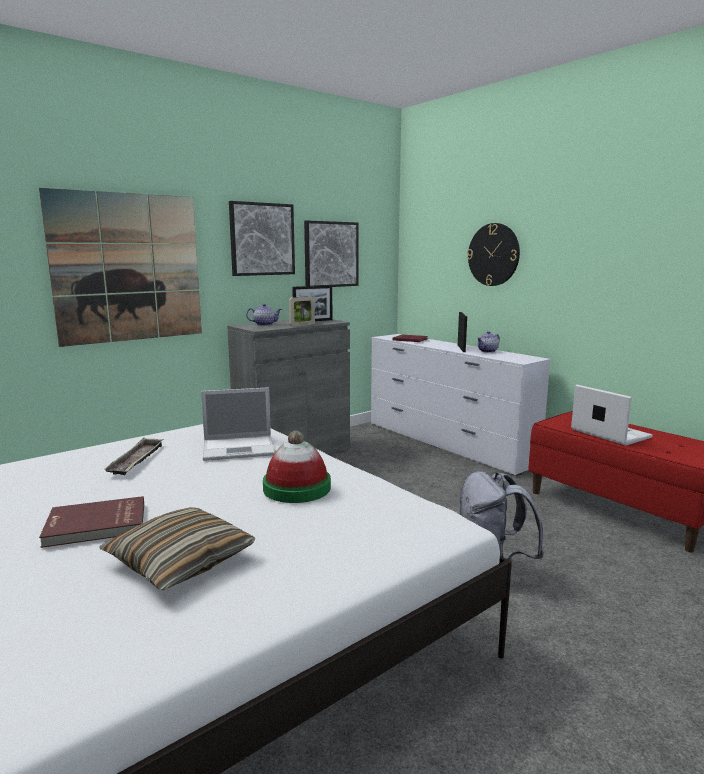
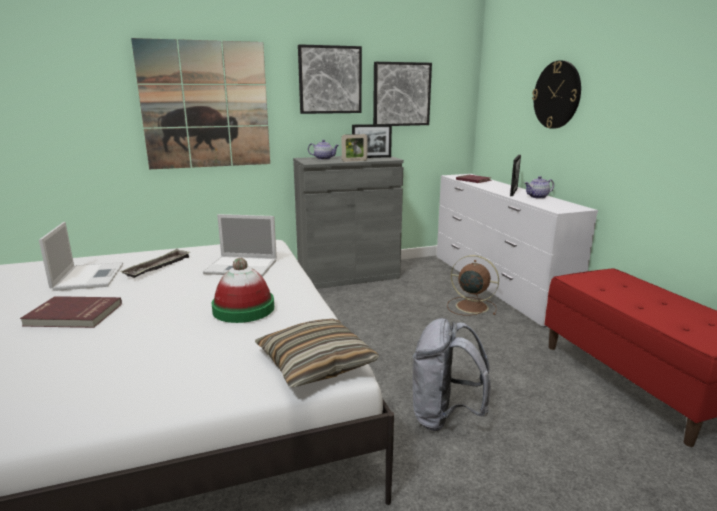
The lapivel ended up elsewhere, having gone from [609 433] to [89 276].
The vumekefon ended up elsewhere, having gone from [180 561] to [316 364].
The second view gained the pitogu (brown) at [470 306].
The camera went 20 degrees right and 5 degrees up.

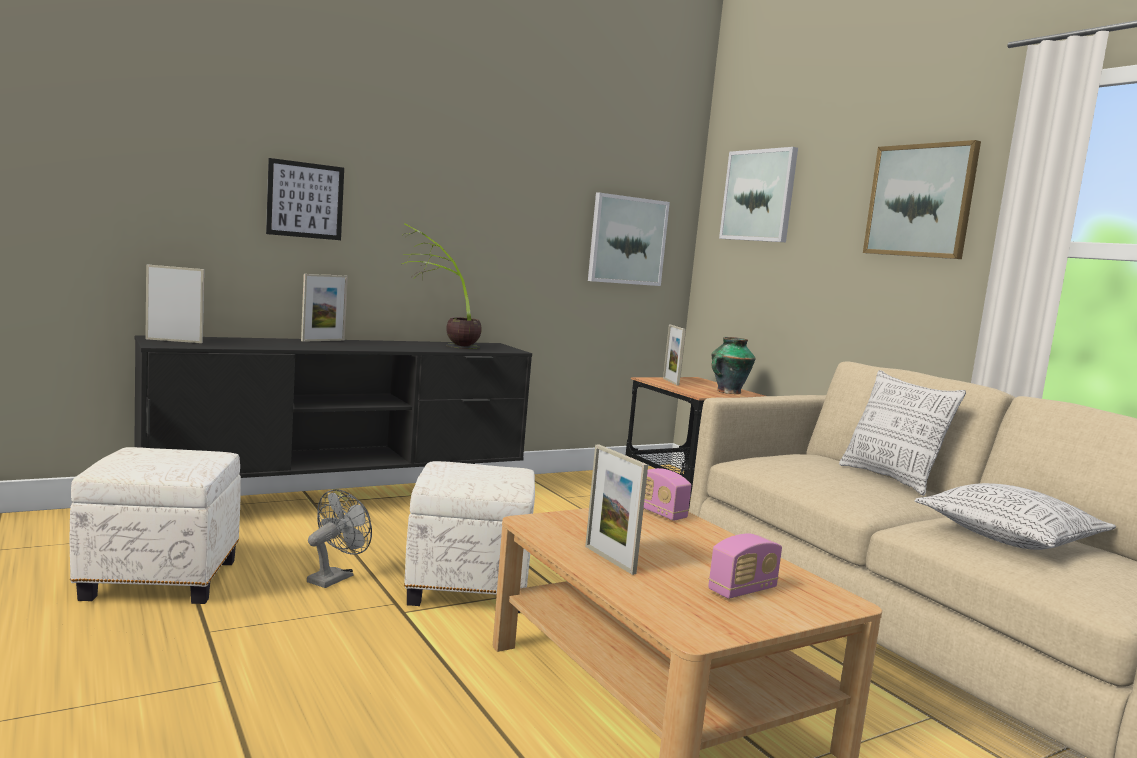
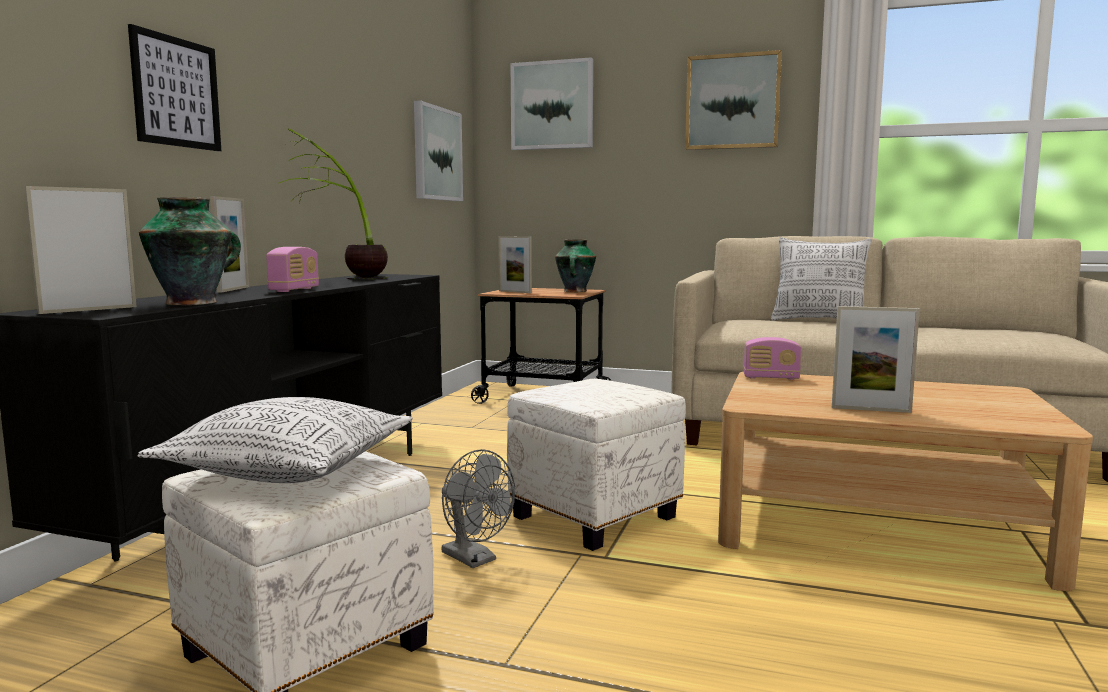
The vumekefon ended up elsewhere, having gone from [1010 537] to [290 469].
The second view gained the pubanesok at [194 303].
The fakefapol ended up elsewhere, having gone from [742 590] to [294 290].
The pitogu (grey) at [335 577] ended up facing another way, 150 degrees clockwise from before.
The camera went 40 degrees left and 0 degrees up.

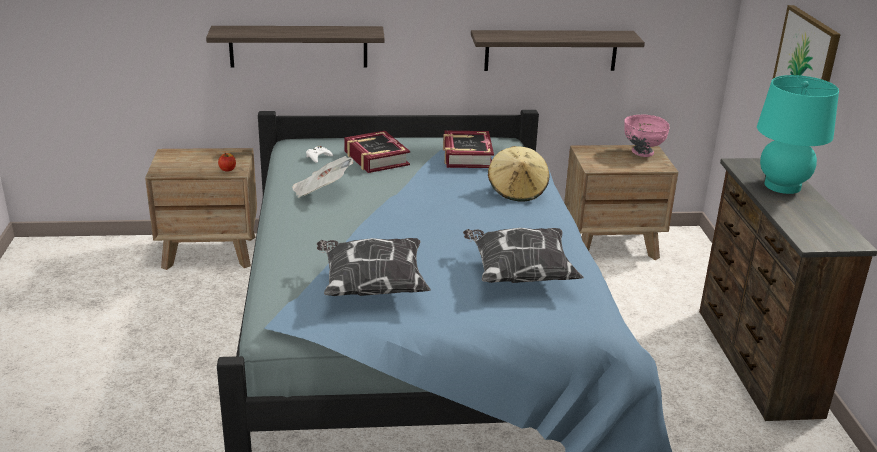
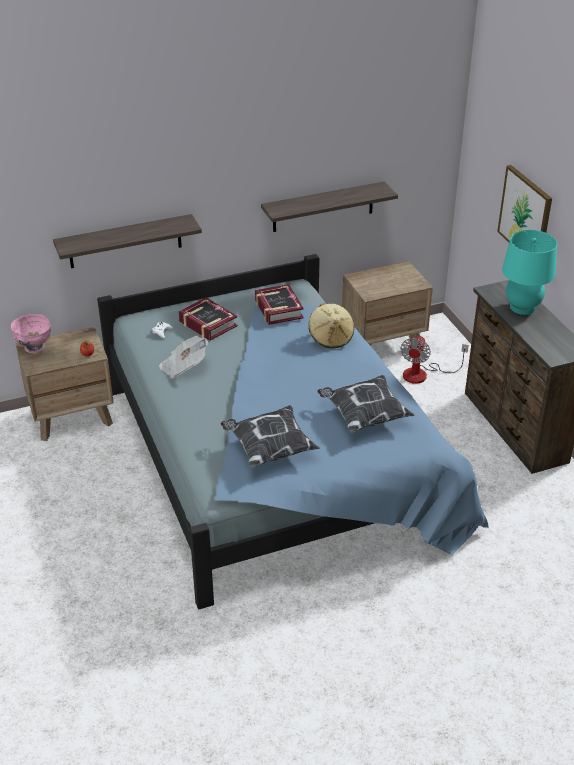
The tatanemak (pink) ended up elsewhere, having gone from [642 153] to [34 348].
The second view gained the pitogu at [423 374].
The camera went 15 degrees left and 10 degrees up.

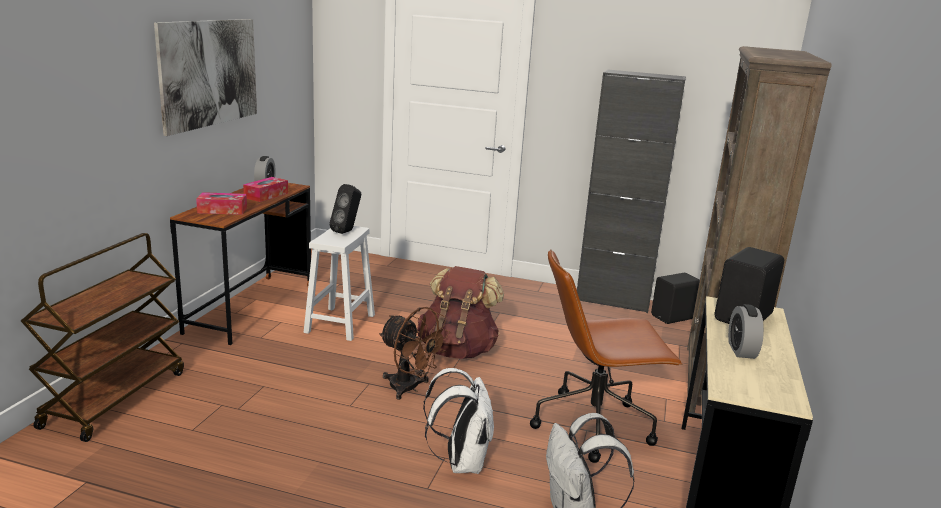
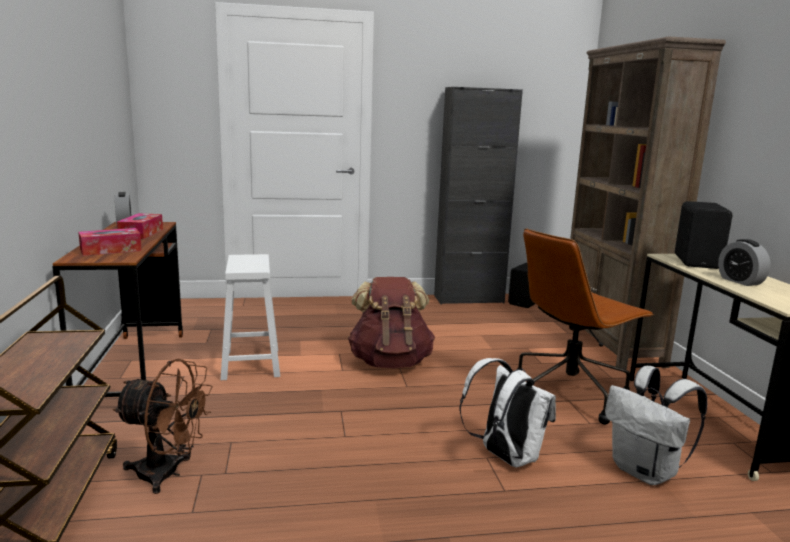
The pitogu (brown) ended up elsewhere, having gone from [410 388] to [168 474].
The second view lost the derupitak at [209 73].
The second view lost the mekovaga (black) at [347 231].
The camera went 25 degrees left and 5 degrees down.

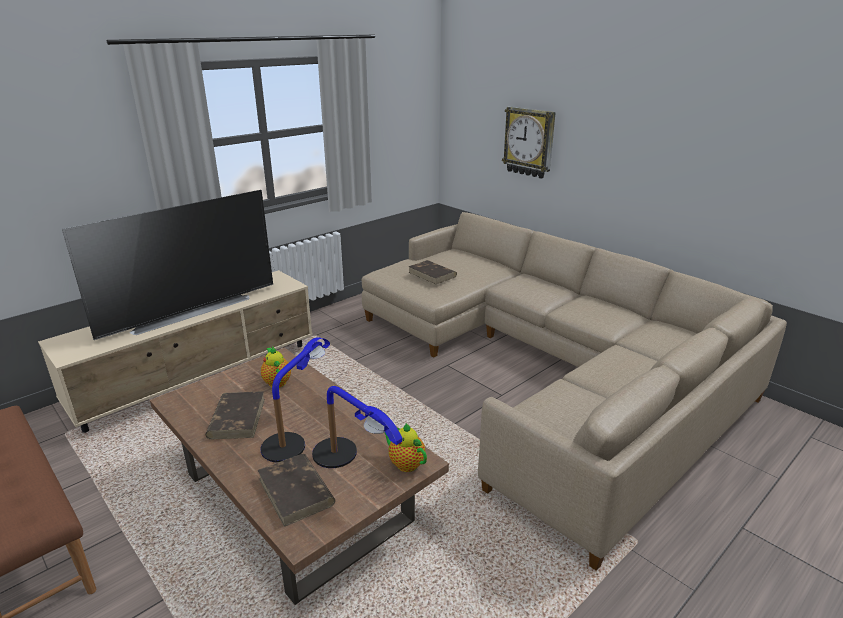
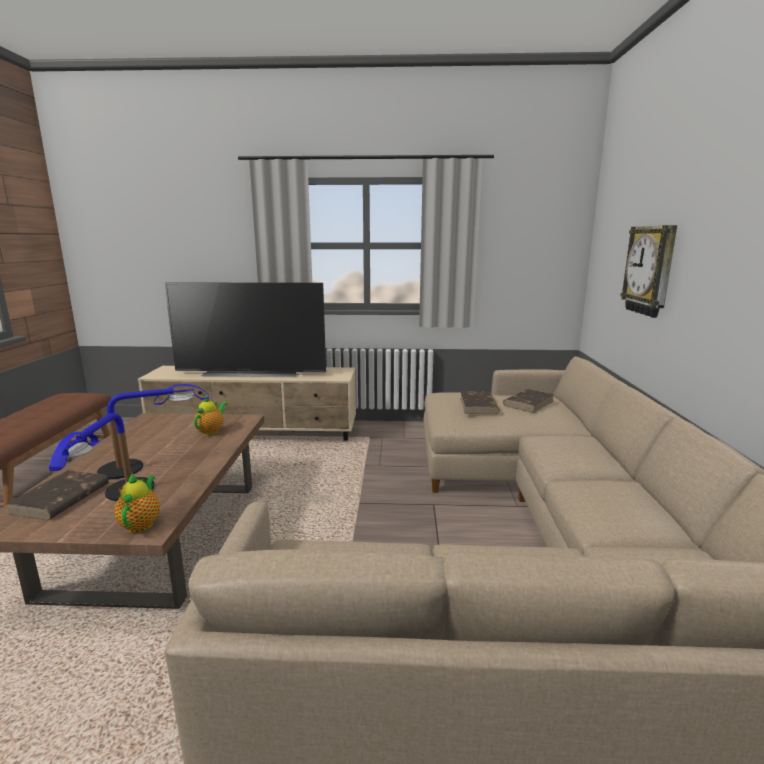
The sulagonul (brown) ended up elsewhere, having gone from [237 418] to [528 403].
The camera went 45 degrees right and 10 degrees down.

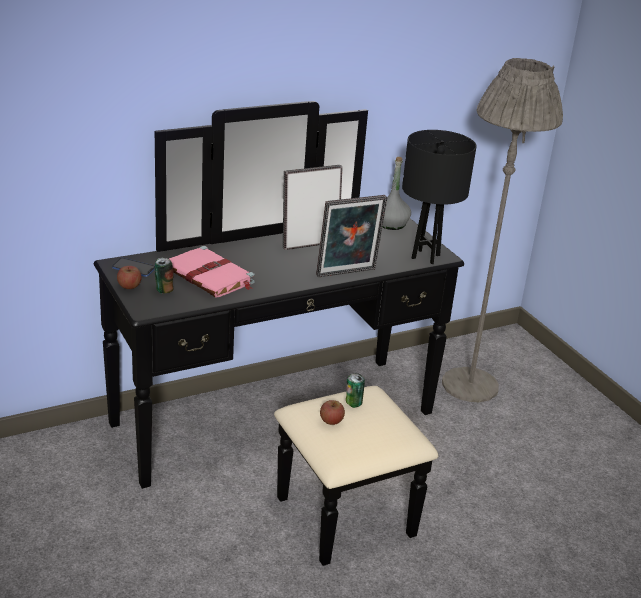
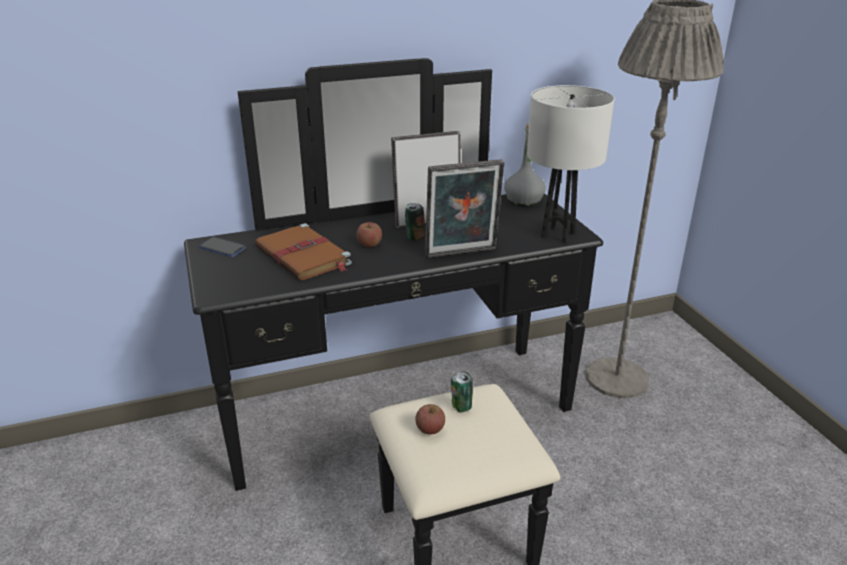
What was the sulagonul (pink) at [210 276] turned into the sulagonul (brown) at [304 256].
The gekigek ended up elsewhere, having gone from [129 286] to [369 244].
The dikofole ended up elsewhere, having gone from [163 289] to [414 237].
What was the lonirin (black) at [426 257] turned into the lonirin (white) at [558 235].
The camera went 10 degrees right and 0 degrees up.

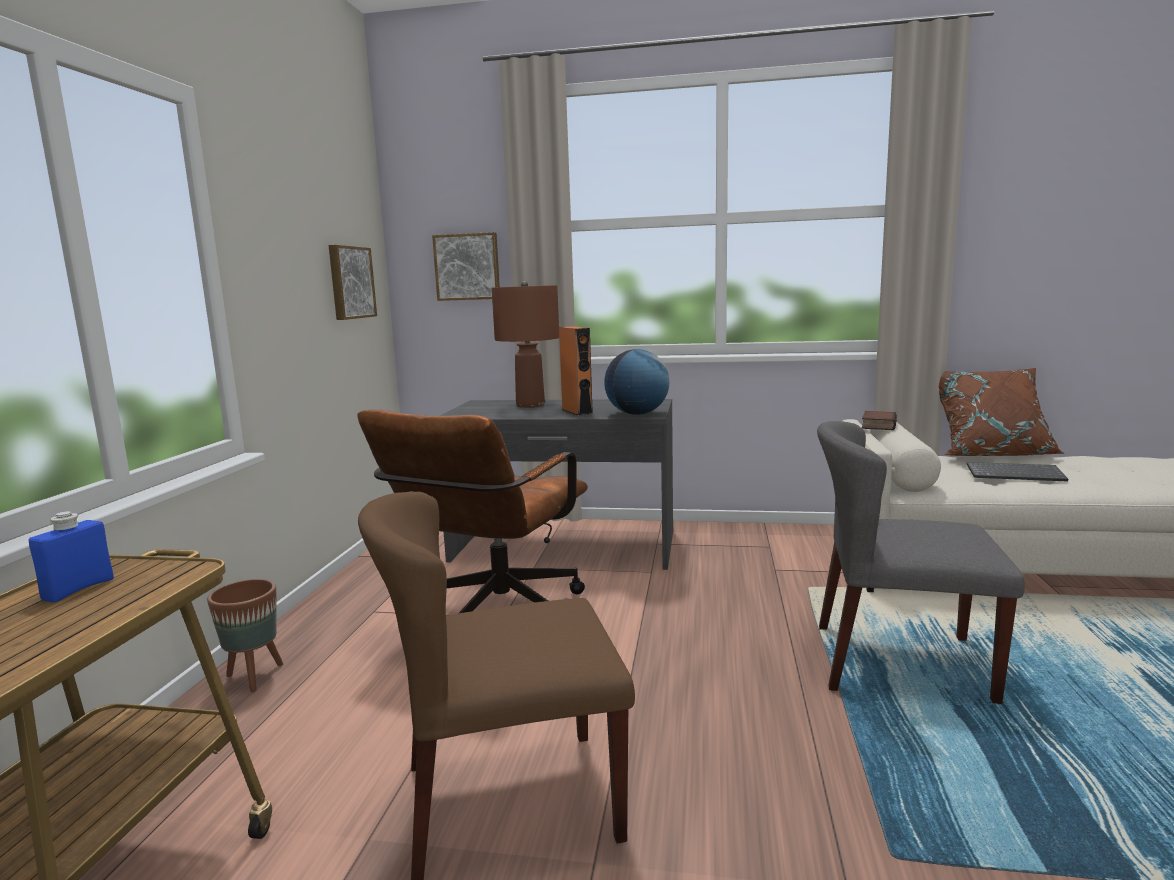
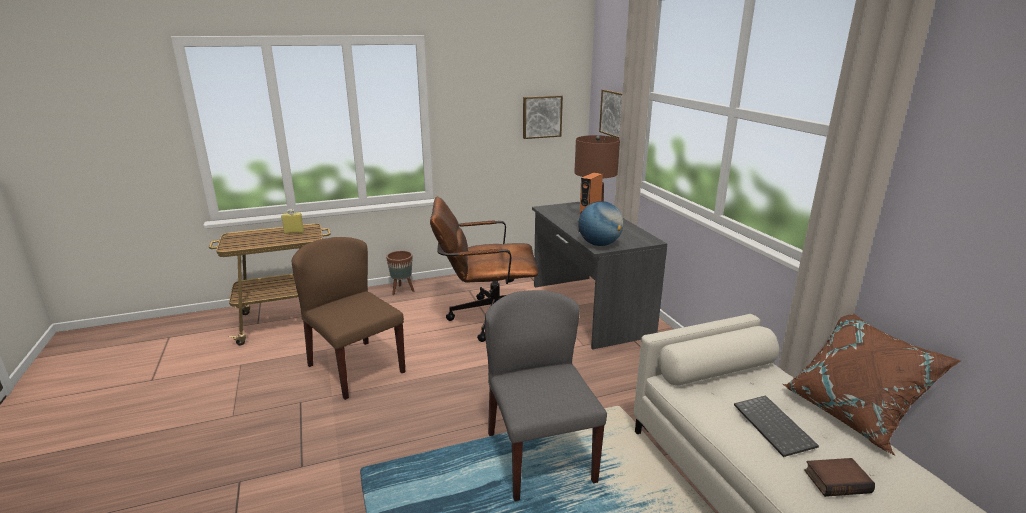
What was the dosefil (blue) at [78 589] turned into the dosefil (yellow) at [294 232].
The sulagonul ended up elsewhere, having gone from [877 425] to [837 480].
The camera went 60 degrees right and 10 degrees up.

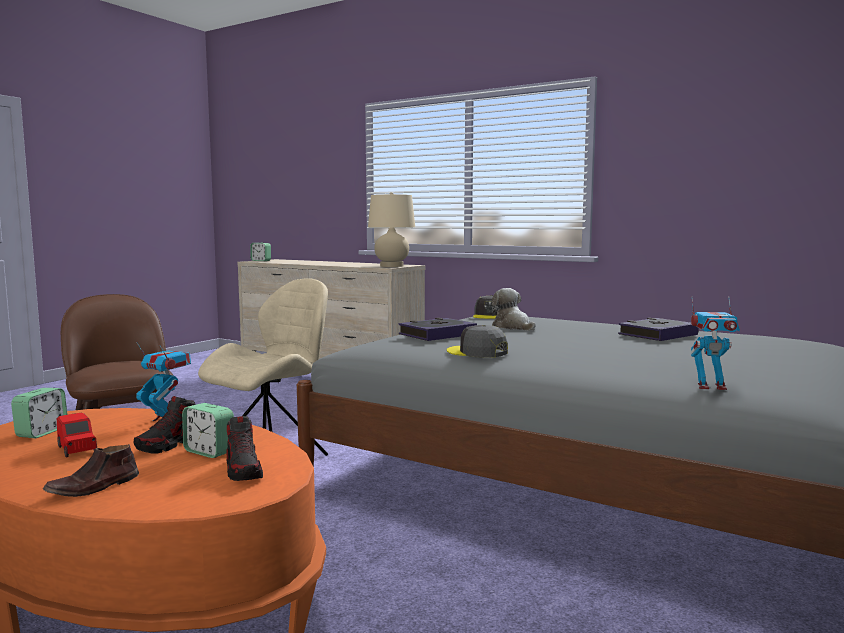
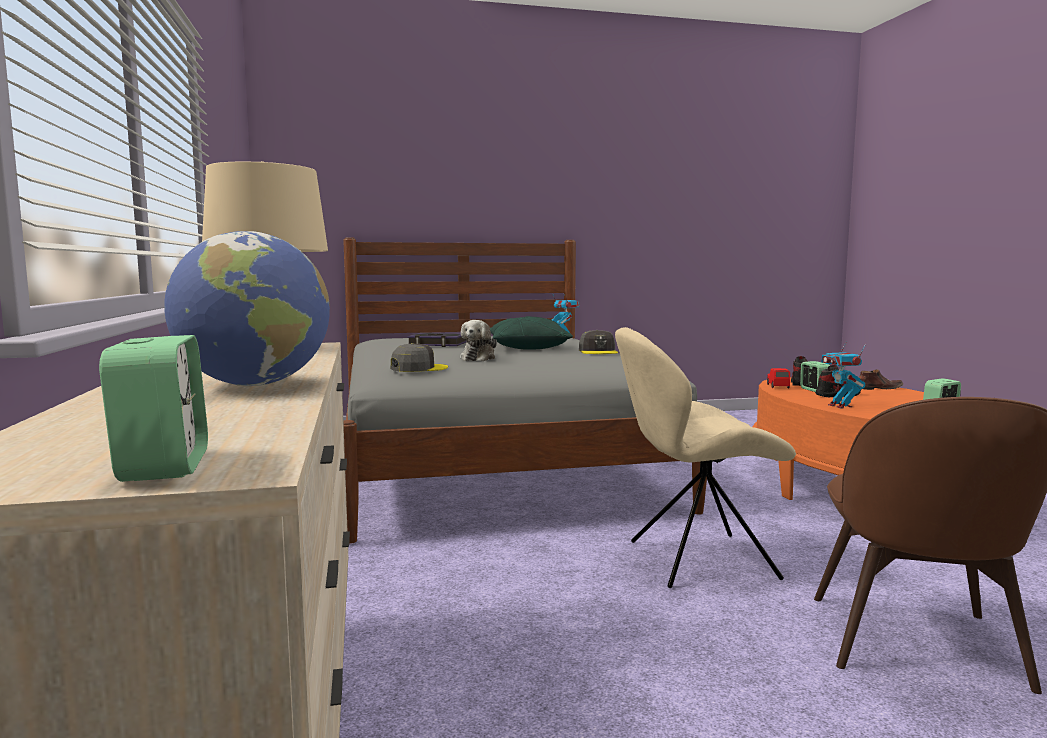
The second view gained the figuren at [254 385].
The second view gained the vumekefon (green) at [527 348].
The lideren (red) ended up elsewhere, having gone from [77 449] to [778 386].
The second view lost the sulagonul at [437 335].
The camera went 135 degrees left and 0 degrees up.

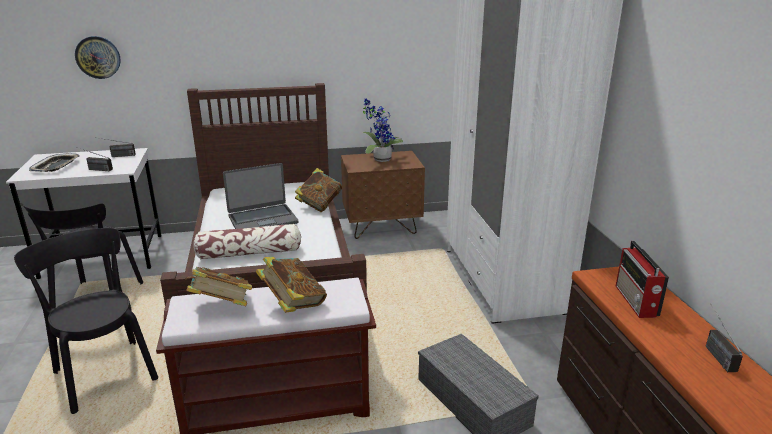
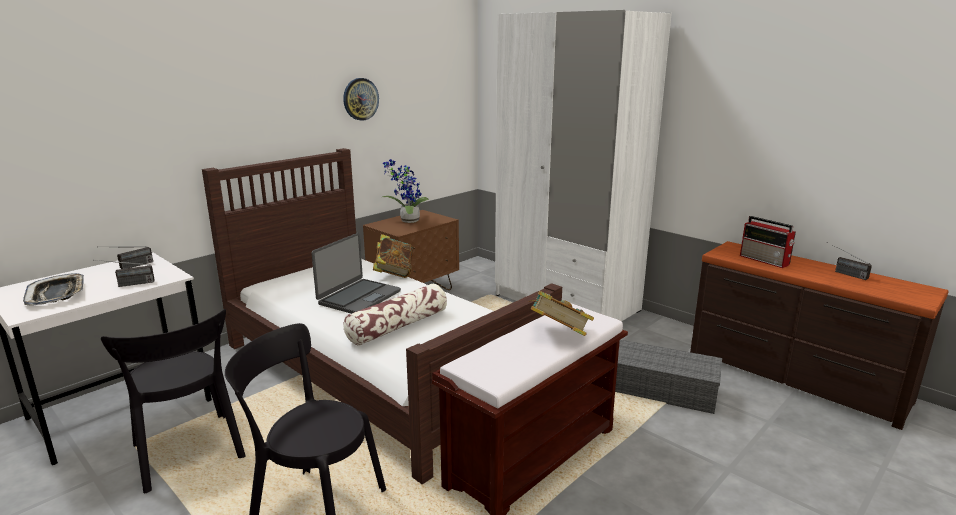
The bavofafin ended up elsewhere, having gone from [98 57] to [360 99].
The second view lost the sulagonul at [221 307].
The camera went 35 degrees left and 5 degrees down.

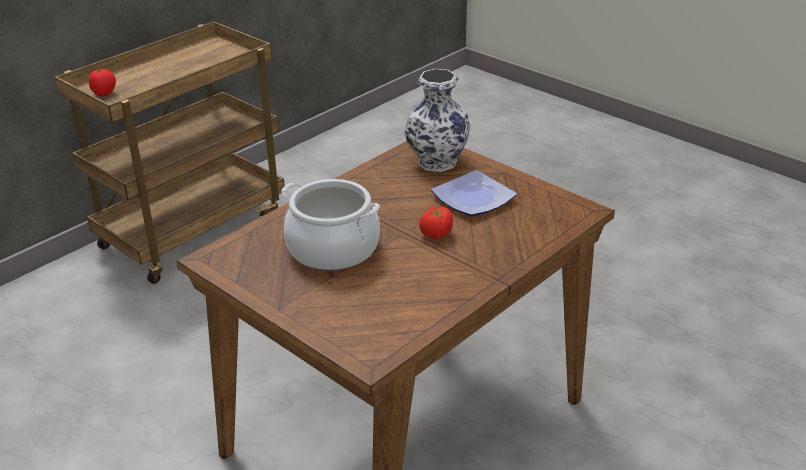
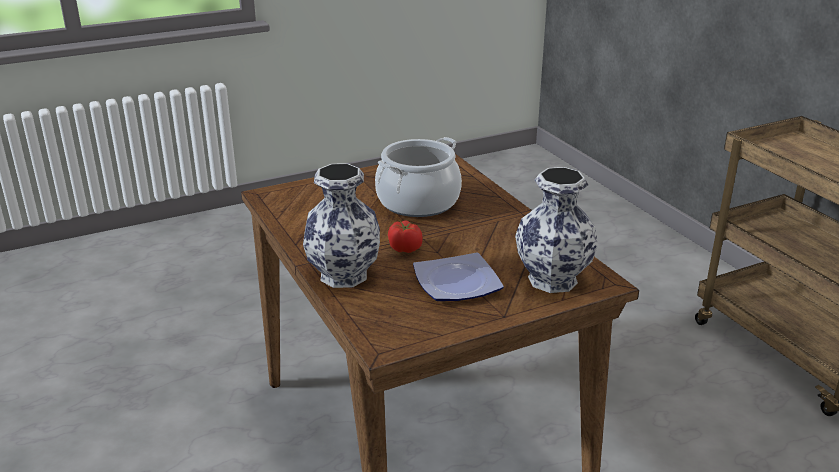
The second view gained the pubanesok at [345 275].
The second view lost the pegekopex at [104 94].
The camera went 110 degrees right and 5 degrees down.

